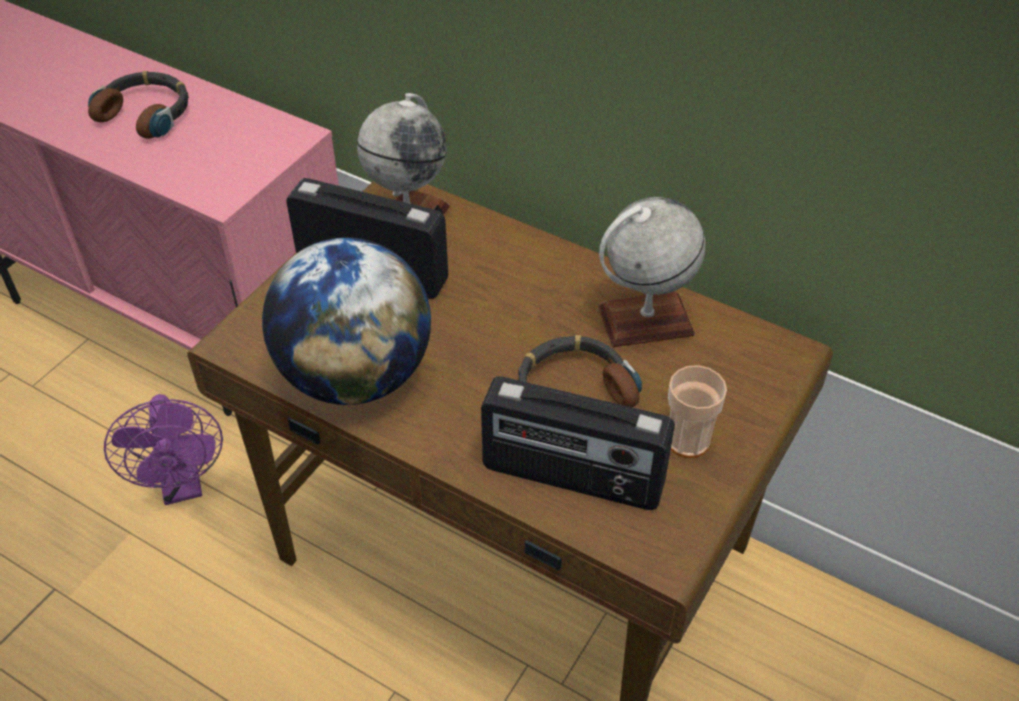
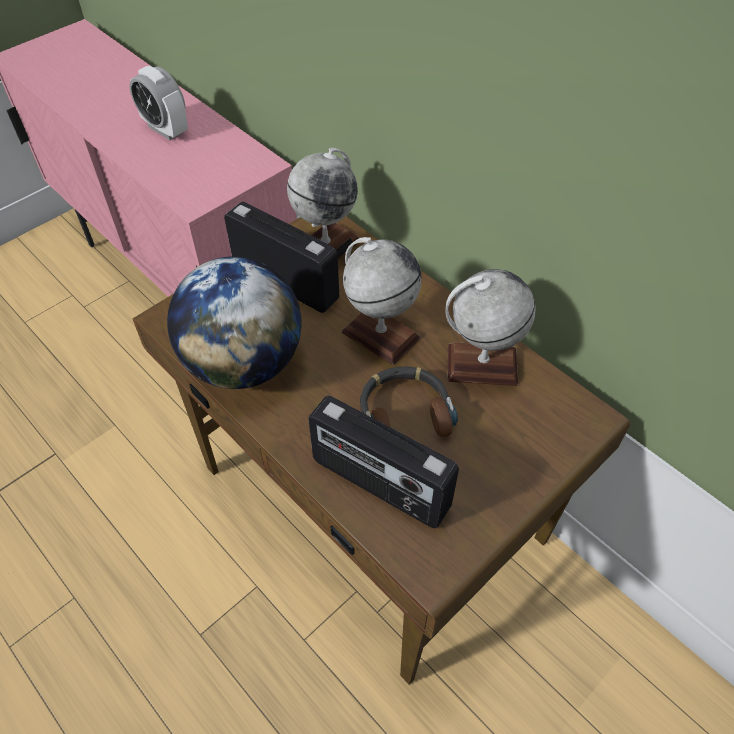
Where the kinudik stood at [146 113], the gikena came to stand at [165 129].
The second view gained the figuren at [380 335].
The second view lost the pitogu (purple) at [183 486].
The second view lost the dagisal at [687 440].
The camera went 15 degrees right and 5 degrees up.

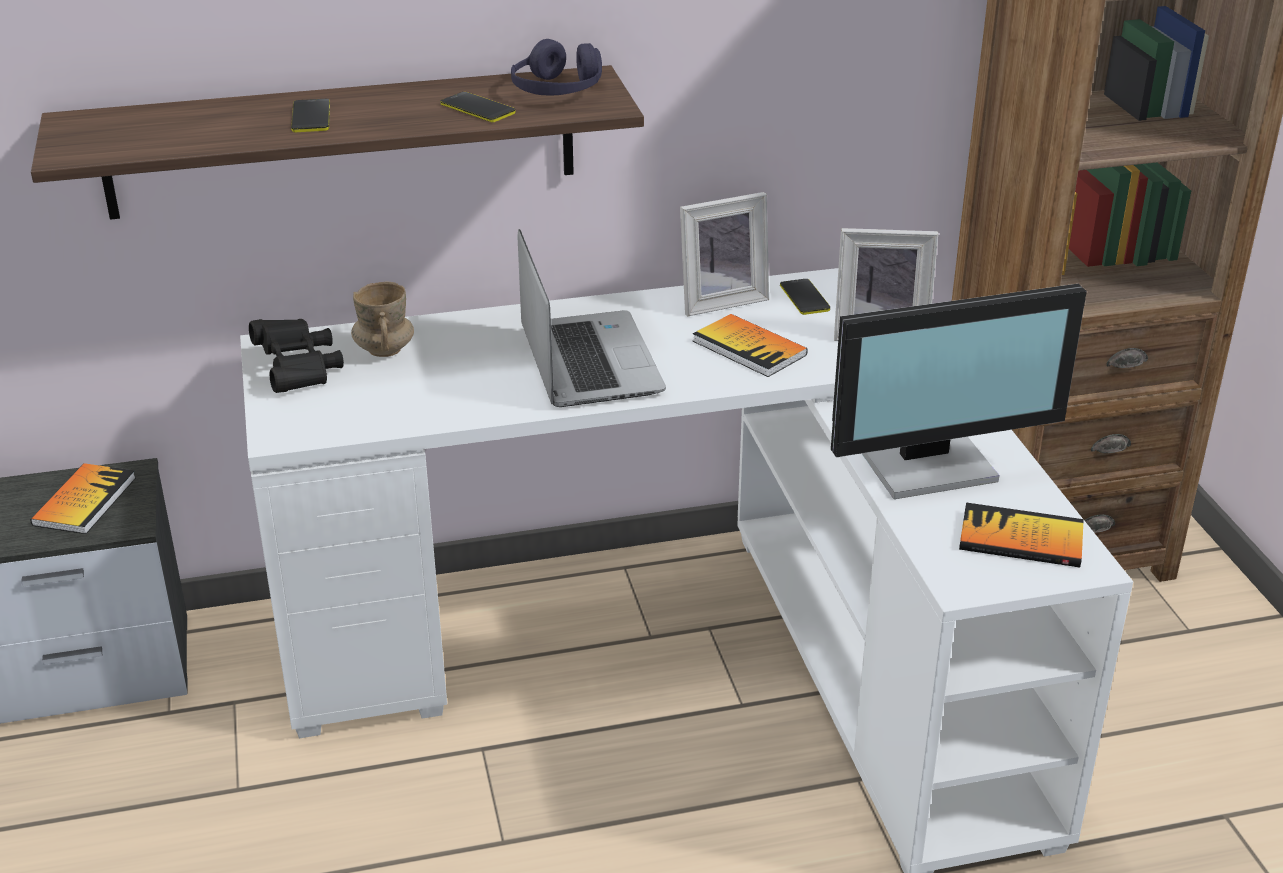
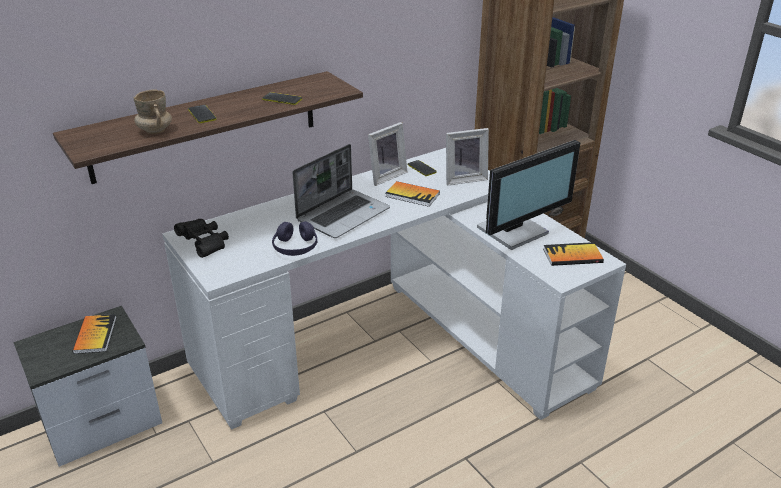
The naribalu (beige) ended up elsewhere, having gone from [384 349] to [155 130].
The kinudik (purple) ended up elsewhere, having gone from [557 90] to [295 247].
The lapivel at [587 361] ended up facing another way, 75 degrees clockwise from before.
The camera went 20 degrees left and 0 degrees up.

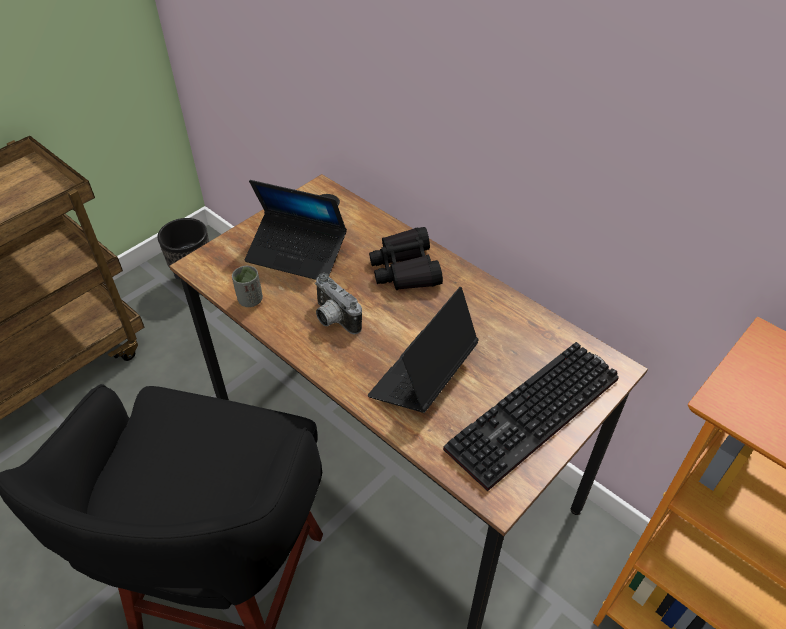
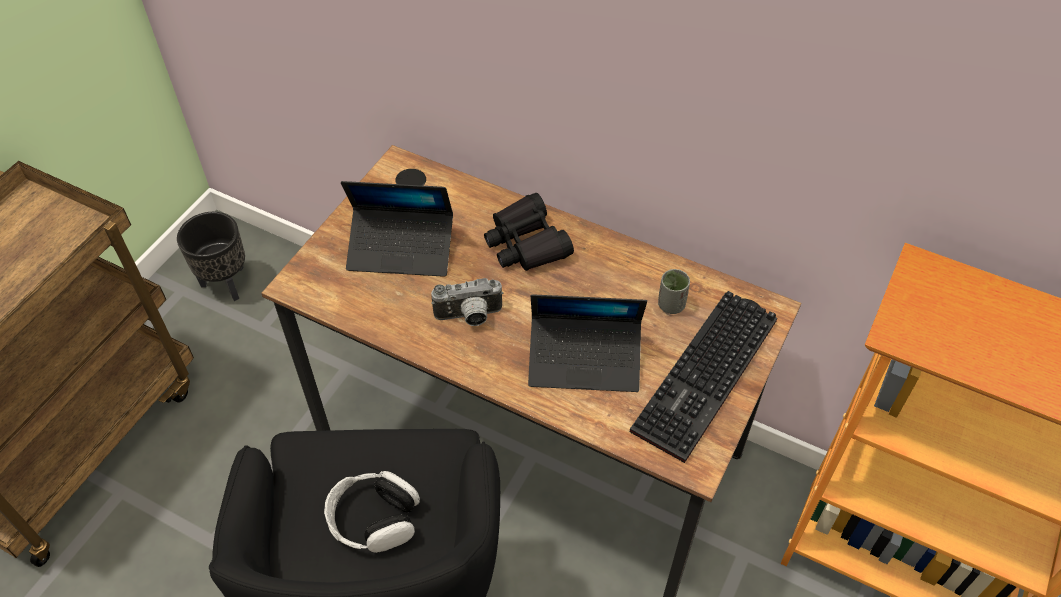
The second view gained the kinudik at [374 519].
The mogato at [333 319] ended up facing another way, 45 degrees counterclockwise from before.
The lapivel at [423 376] ended up facing another way, 105 degrees counterclockwise from before.
The dagisal (grey) ended up elsewhere, having gone from [250 300] to [671 305].
The camera went 15 degrees left and 5 degrees up.

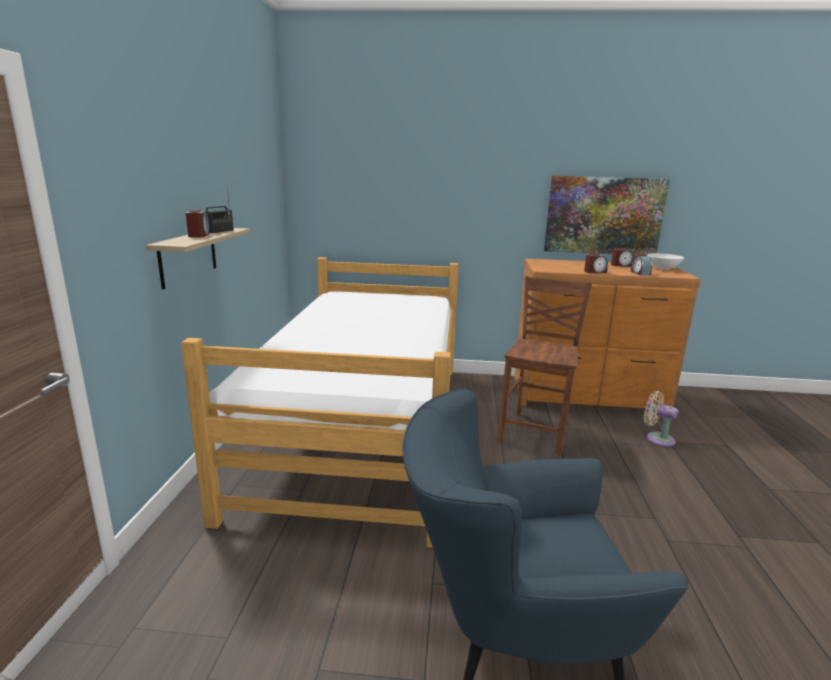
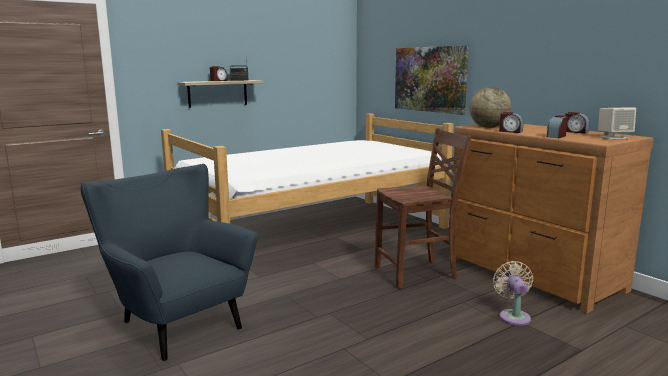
The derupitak ended up elsewhere, having gone from [603 215] to [430 79].
The second view gained the figuren at [488 127].
Where the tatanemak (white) stood at [663 268], the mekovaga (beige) came to stand at [614 137].
The camera went 50 degrees right and 5 degrees down.

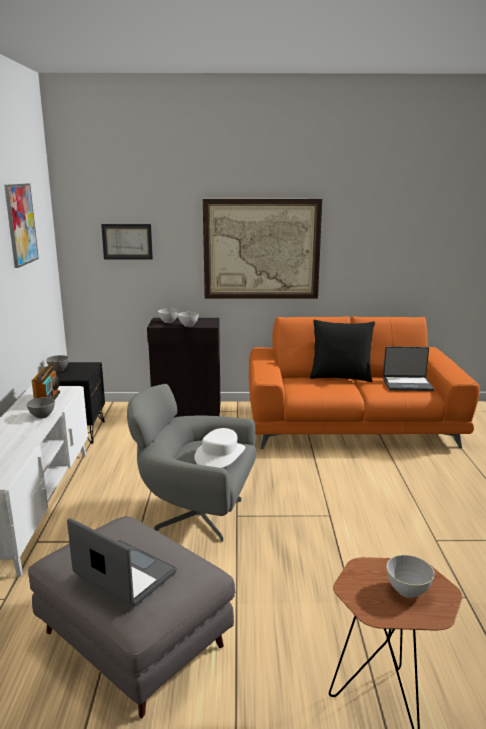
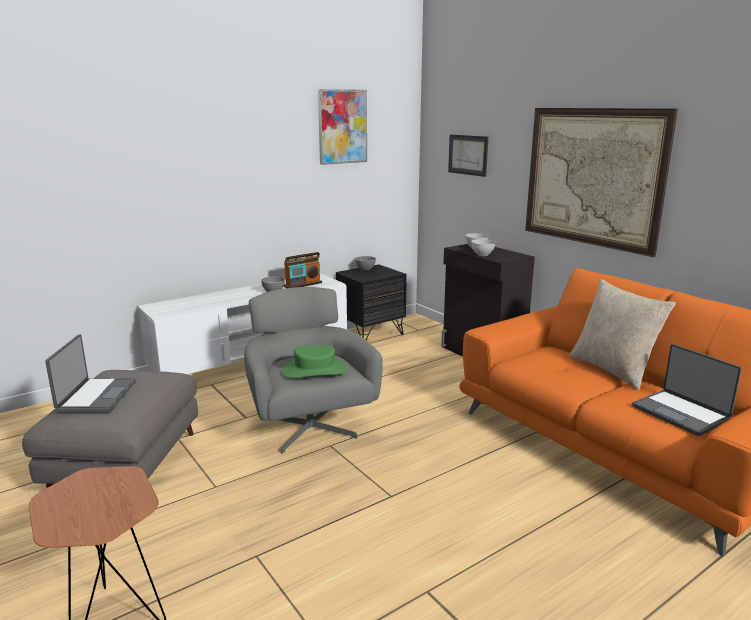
What was the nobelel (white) at [220 455] turned into the nobelel (green) at [315 370].
What was the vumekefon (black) at [340 377] turned into the vumekefon (beige) at [613 370].
The second view lost the tatanemak (grey) at [407 590].
The camera went 55 degrees right and 0 degrees up.

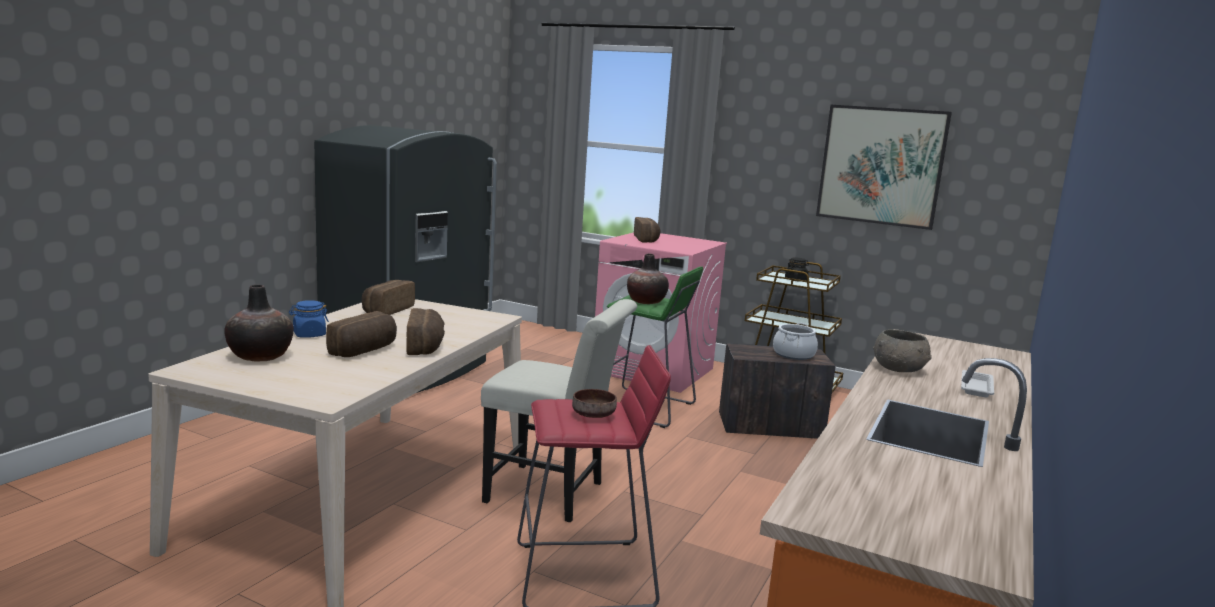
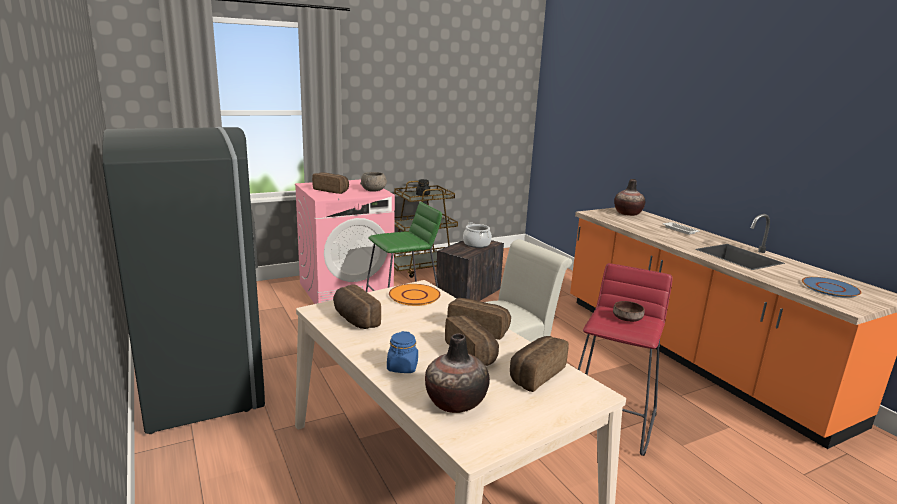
The tatanemak (grey) ended up elsewhere, having gone from [899 369] to [374 190].
The second view gained the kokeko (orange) at [414 296].
The second view gained the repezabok at [534 374].
The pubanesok ended up elsewhere, having gone from [646 301] to [627 213].
The second view gained the kokeko (blue) at [830 288].
The second view lost the derupitak at [881 166].
The camera went 55 degrees left and 5 degrees up.

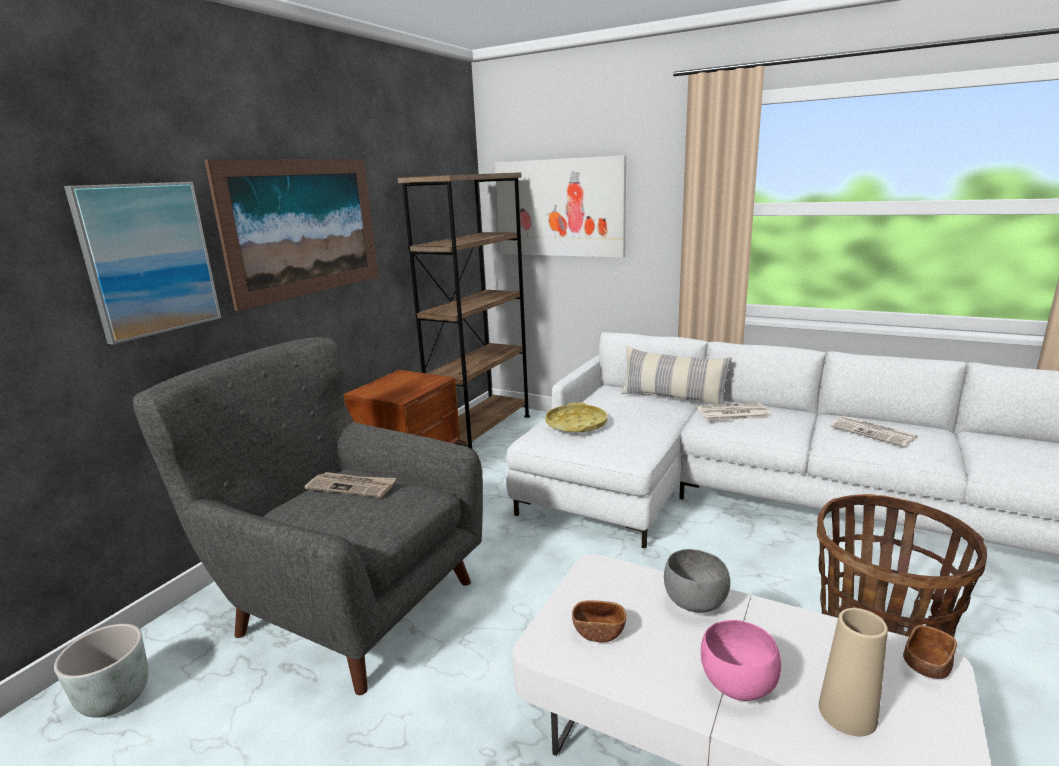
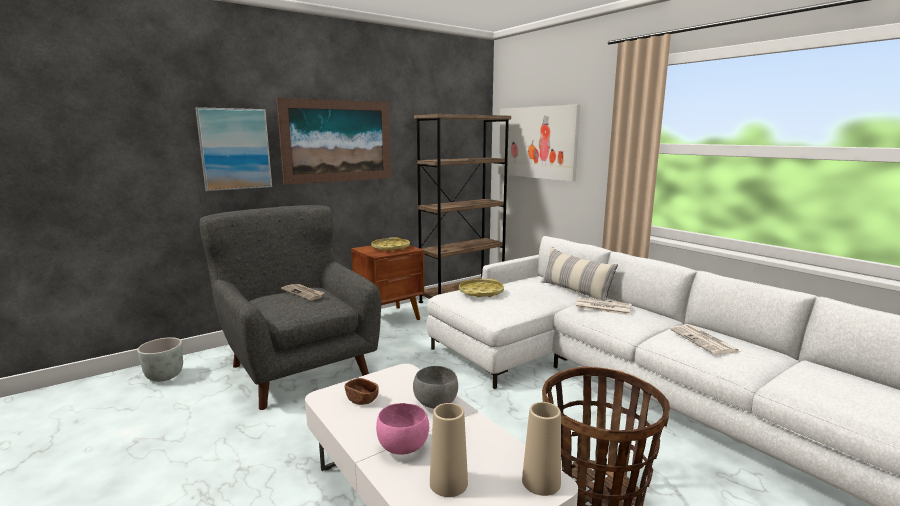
The second view gained the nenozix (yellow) at [390 248].
Where the tatanemak (brown) stood at [926 665], the pubanesok (beige) came to stand at [541 482].
The camera went 25 degrees right and 5 degrees down.

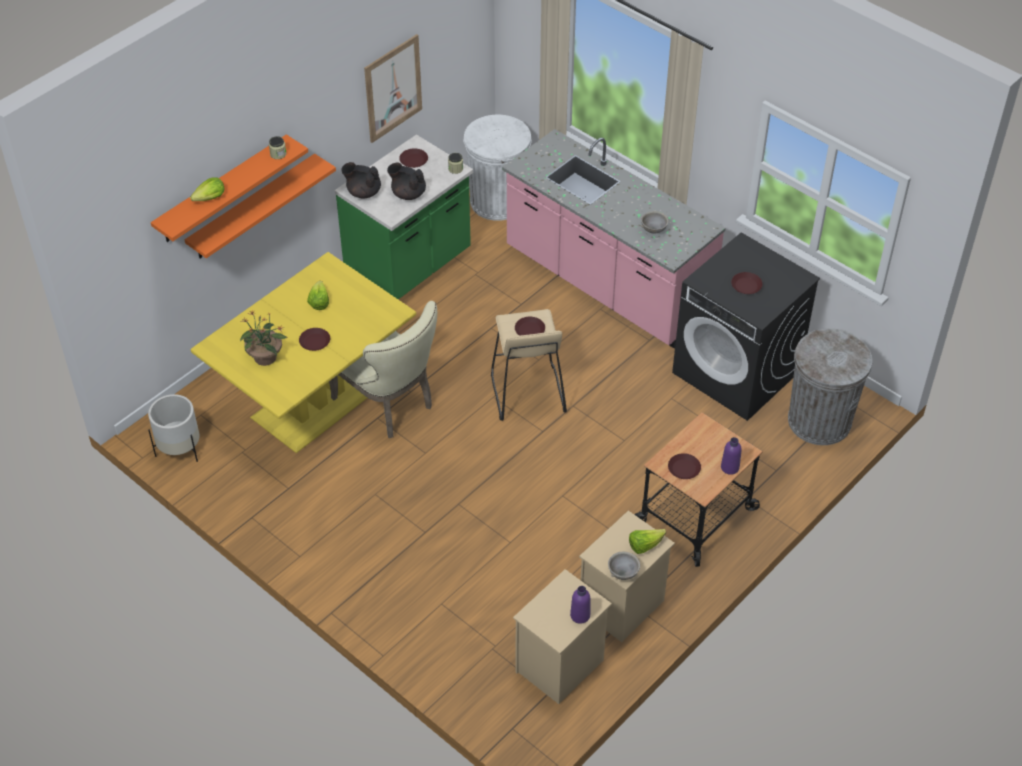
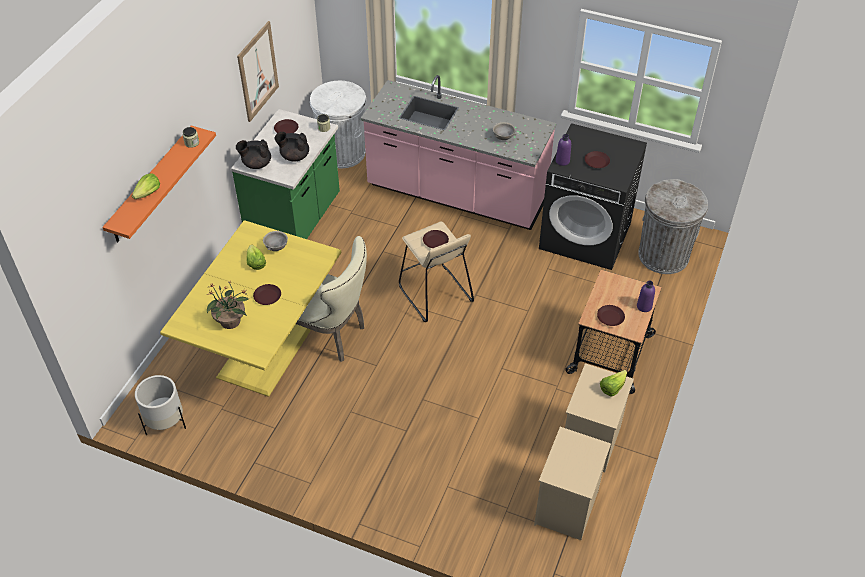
The tatanemak (grey) ended up elsewhere, having gone from [622 573] to [276 247].
The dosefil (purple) ended up elsewhere, having gone from [580 615] to [562 161].
The second view lost the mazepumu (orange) at [253 208].
The camera went 20 degrees left and 0 degrees up.

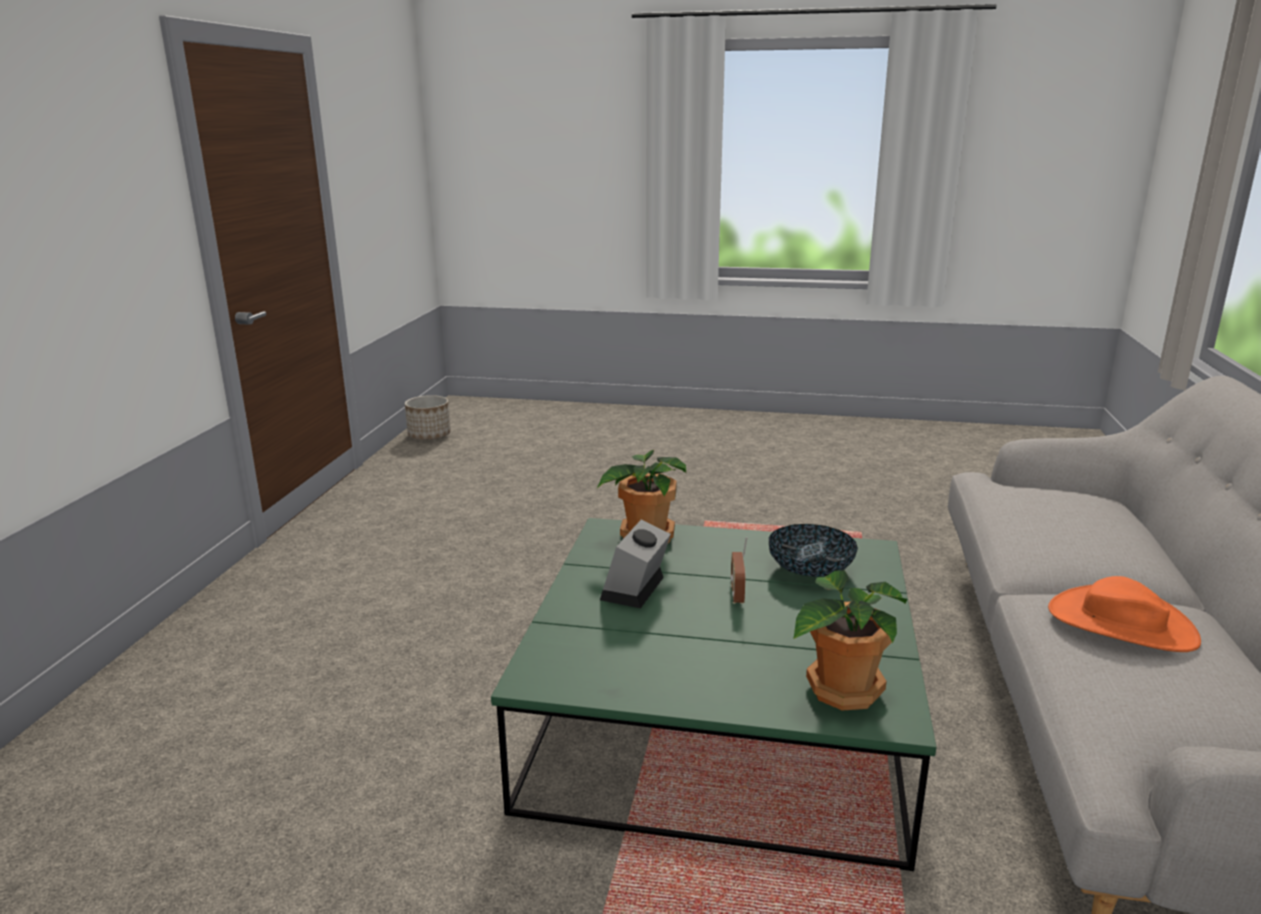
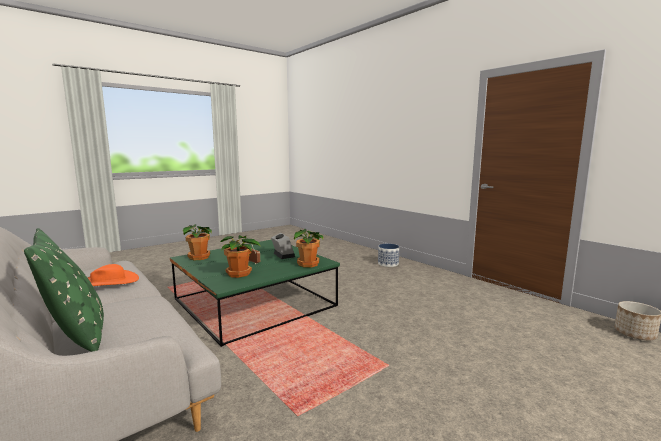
The second view gained the vumekefon (green) at [76 333].
Where the tatanemak stood at [810 570], the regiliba came to stand at [239 274].
The second view gained the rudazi at [388 264].
The camera went 130 degrees right and 10 degrees down.

